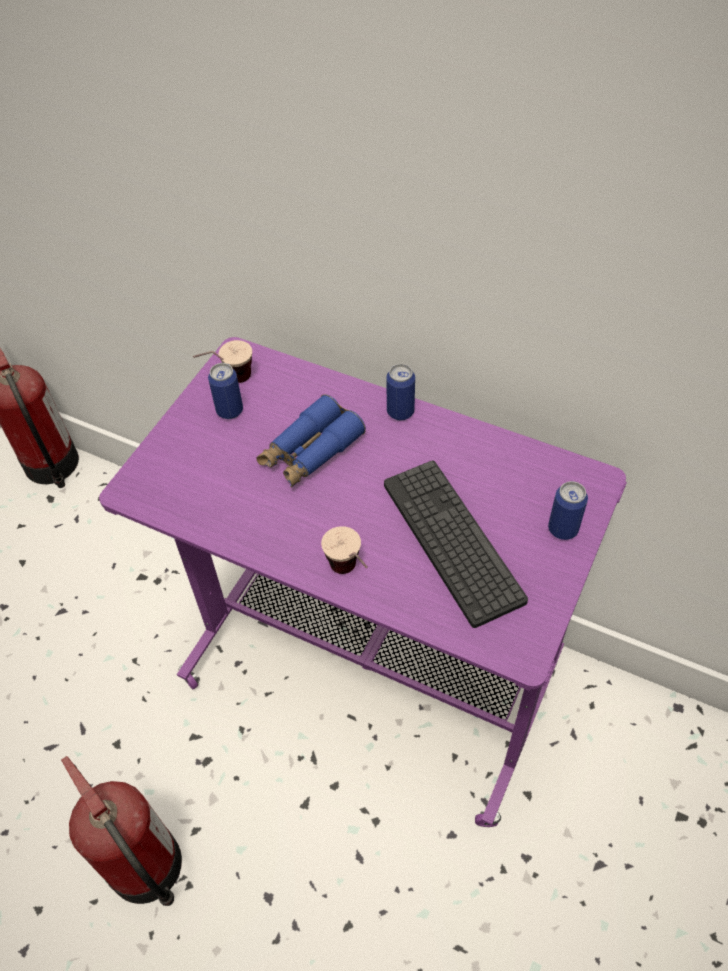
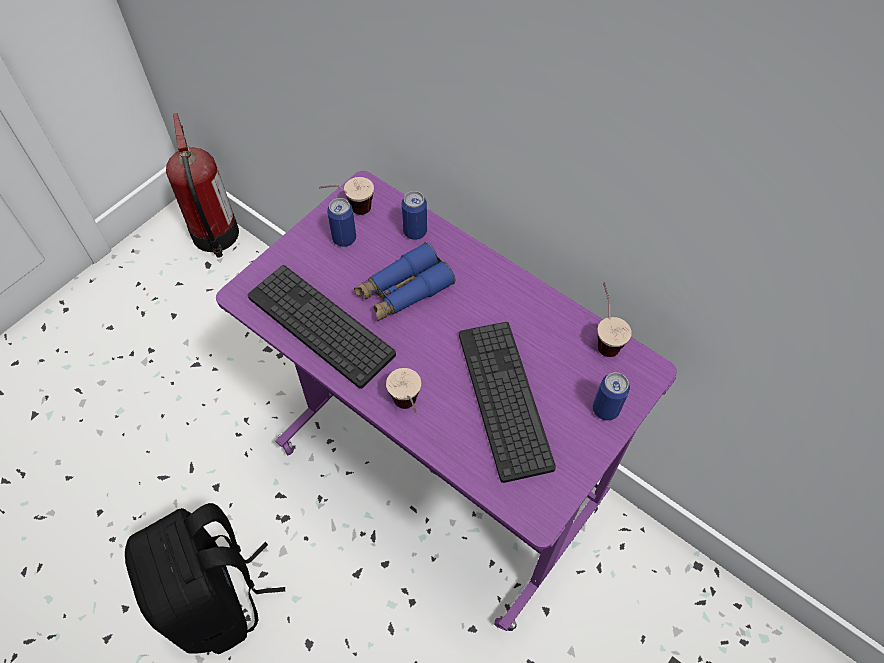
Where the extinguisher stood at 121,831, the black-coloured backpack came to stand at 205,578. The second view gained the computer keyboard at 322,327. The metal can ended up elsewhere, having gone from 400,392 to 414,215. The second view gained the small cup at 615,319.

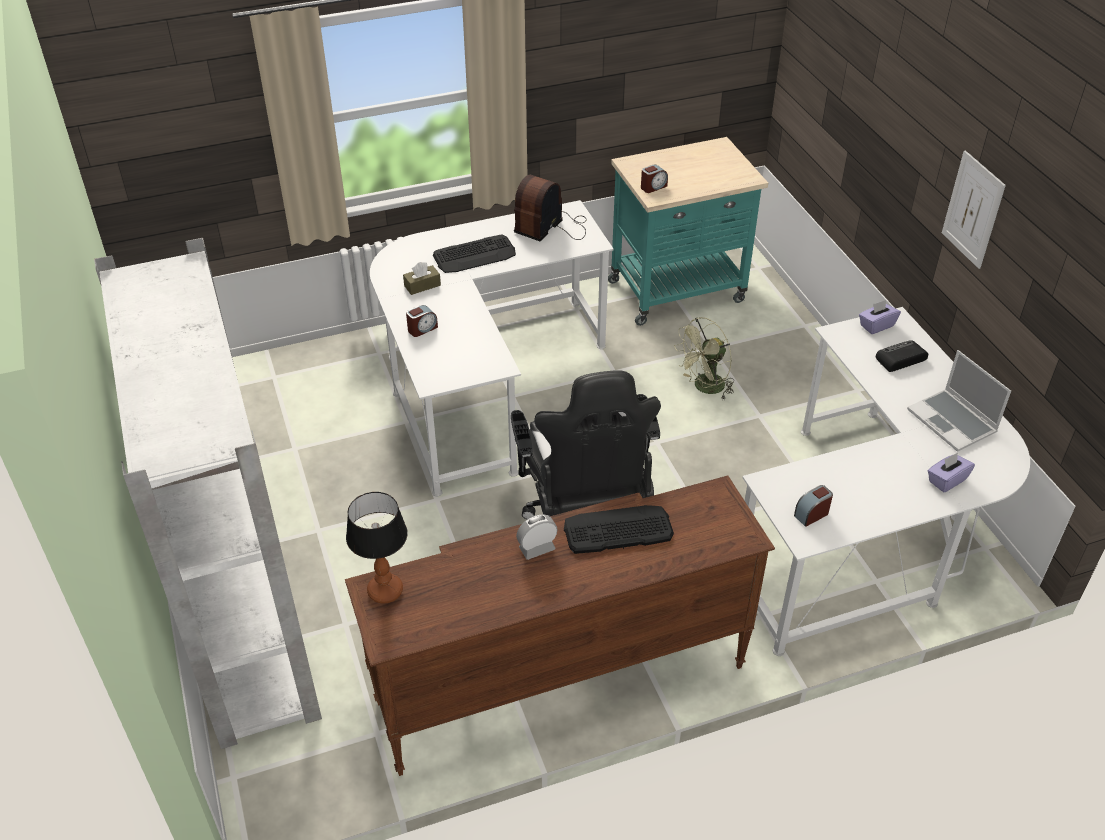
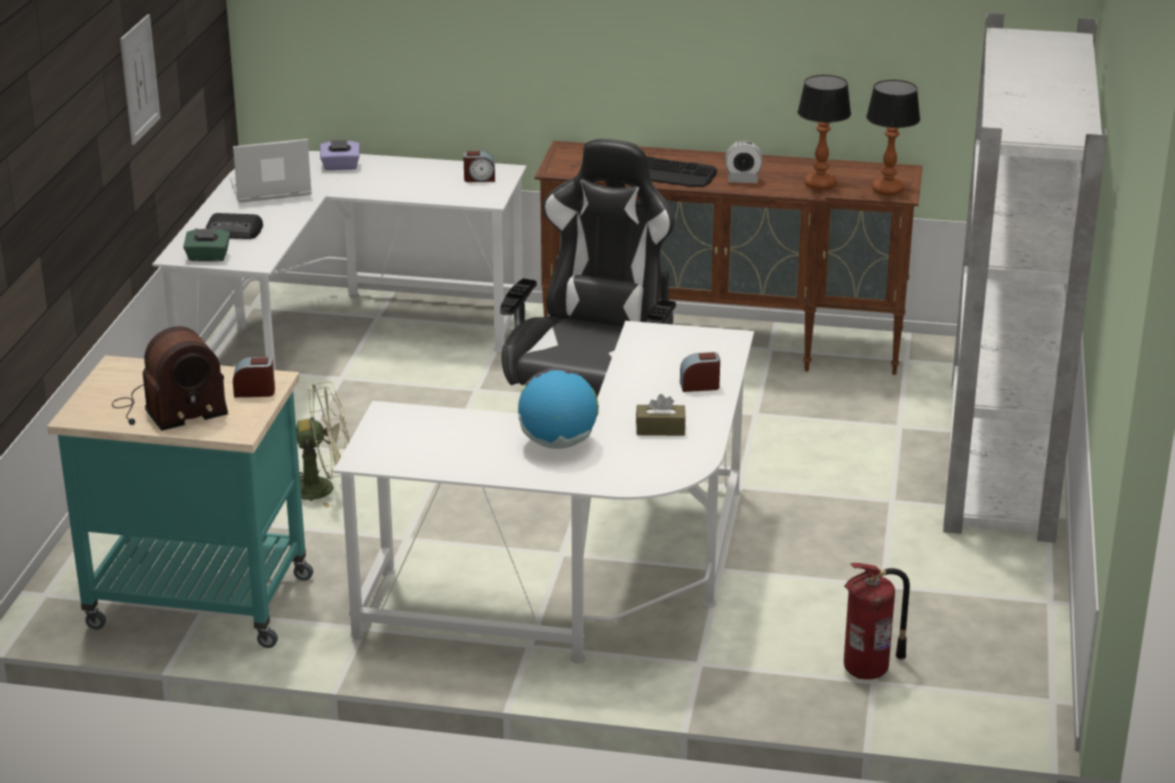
The radio ended up elsewhere, having gone from 550,208 to 170,378. What was the purple-coloured tissue box at 880,317 turned into the greenish tissue box at 206,244. The laptop at 959,401 ended up facing another way, 105 degrees counterclockwise from before. Where the computer keyboard stood at 474,253, the world globe came to stand at 558,408. The second view gained the table lamp at 824,132. The second view gained the extinguisher at 877,621.

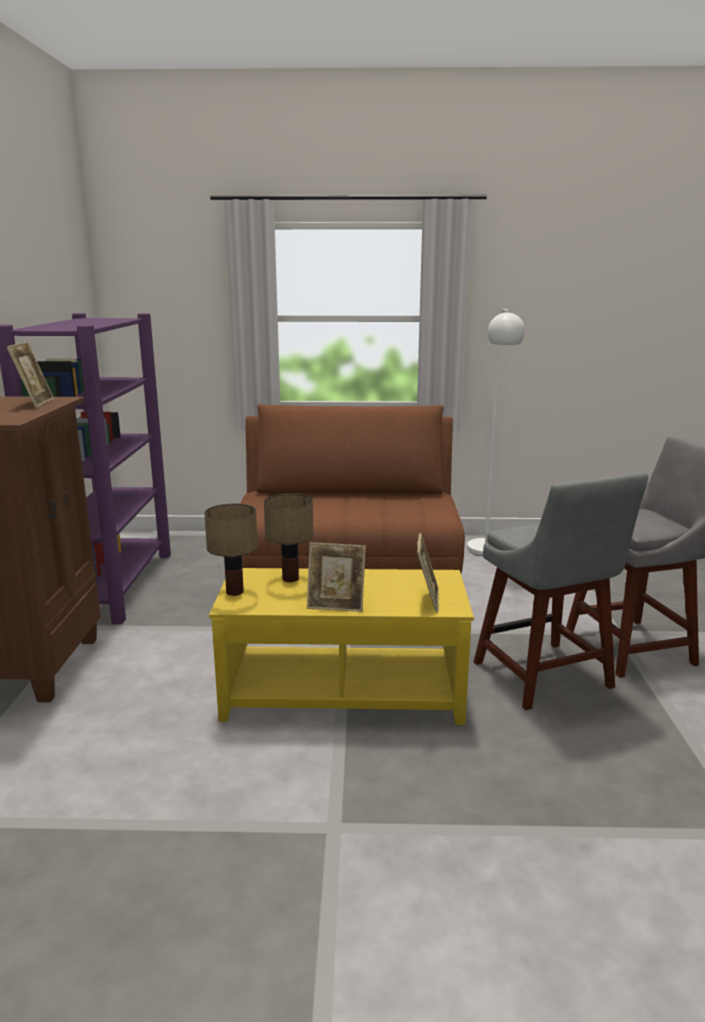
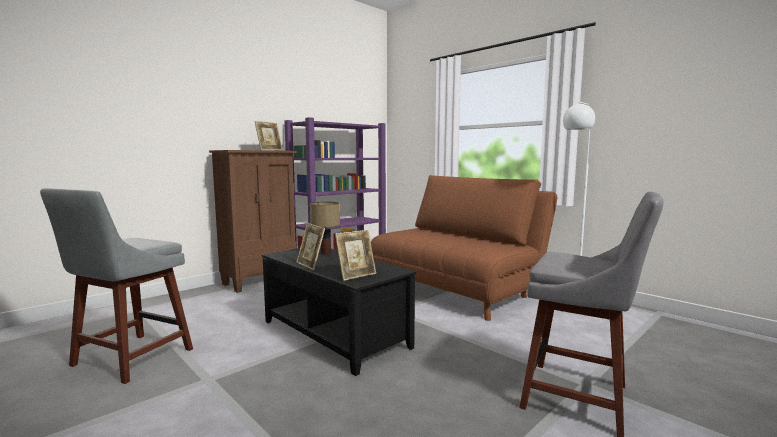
The greyish upright chair ended up elsewhere, having gone from 561,591 to 116,286. What was the yellow low table at 341,646 turned into the black-coloured low table at 339,311. The second view lost the table lamp at 231,550.

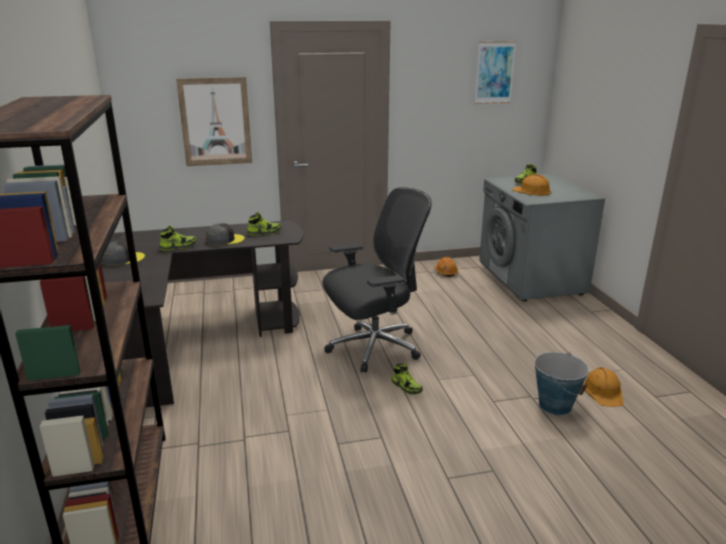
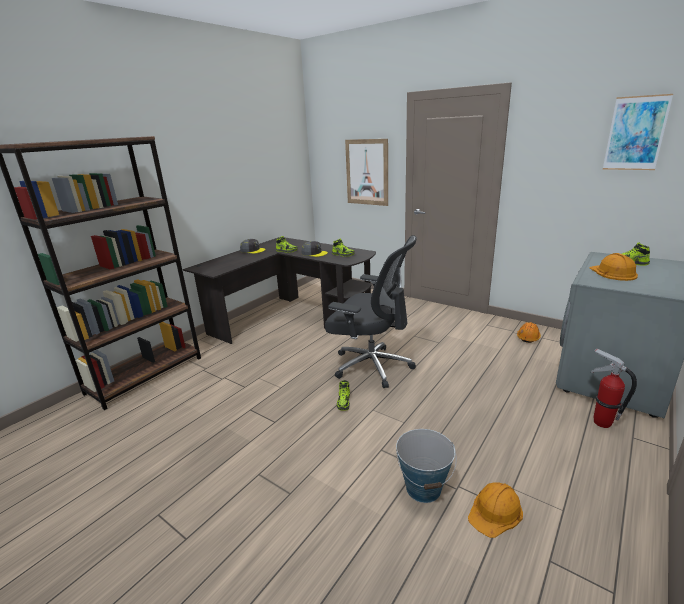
The second view gained the extinguisher at 614,388.

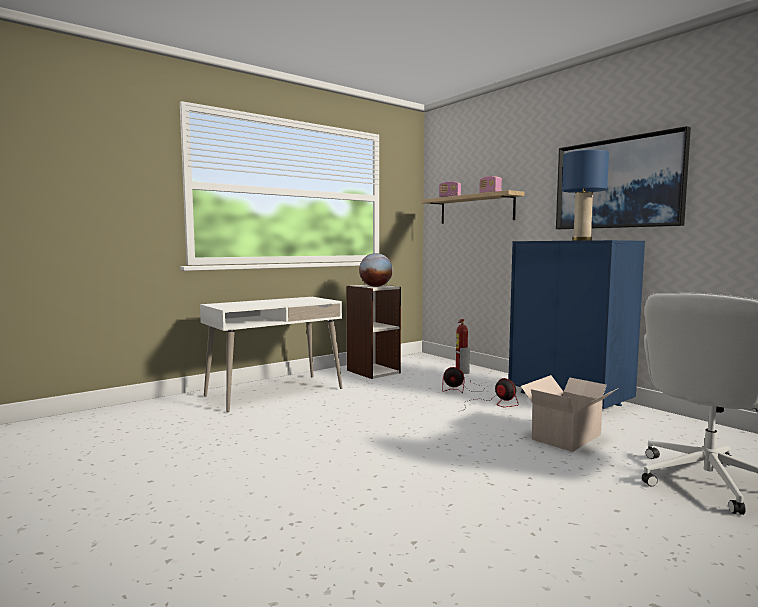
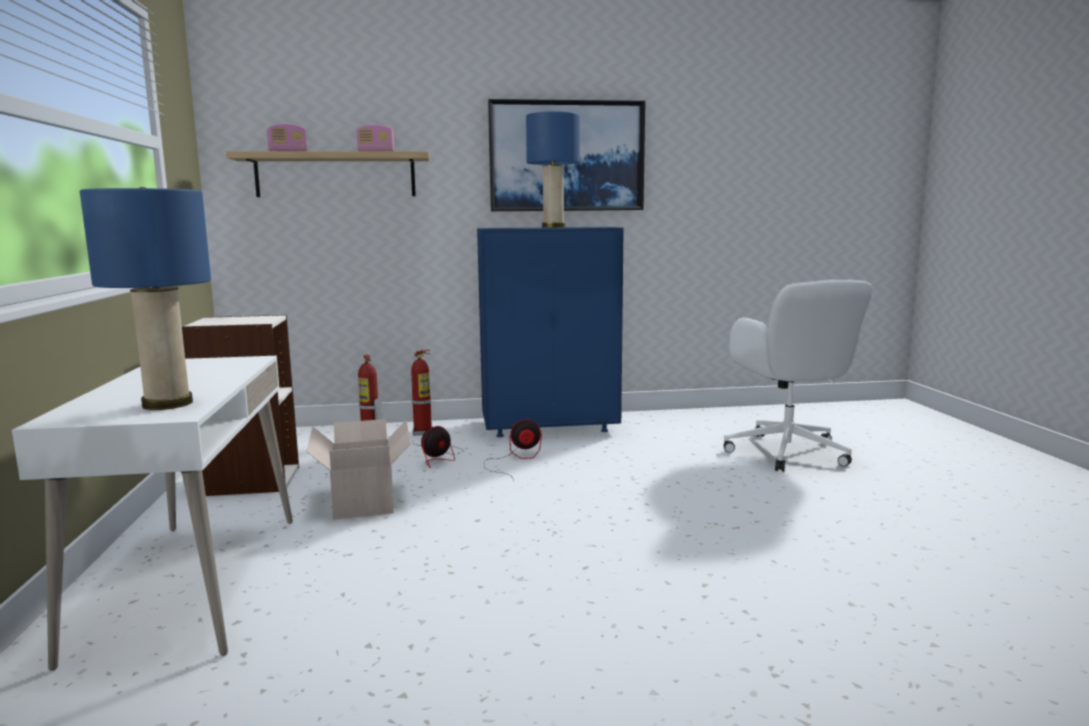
The second view gained the blue table lamp at 145,298. The cardboard box ended up elsewhere, having gone from 569,413 to 358,469. The second view gained the extinguisher at 422,393. The second view lost the world globe at 376,270.

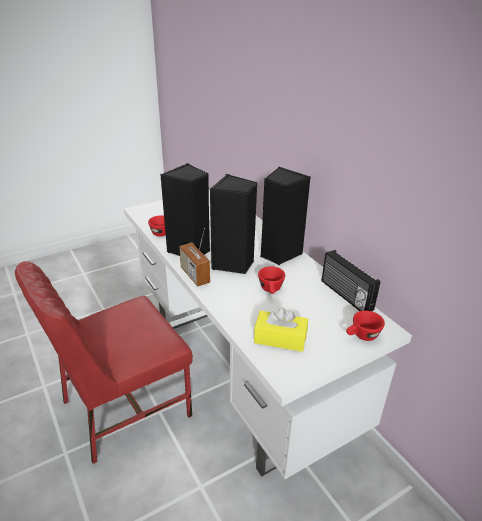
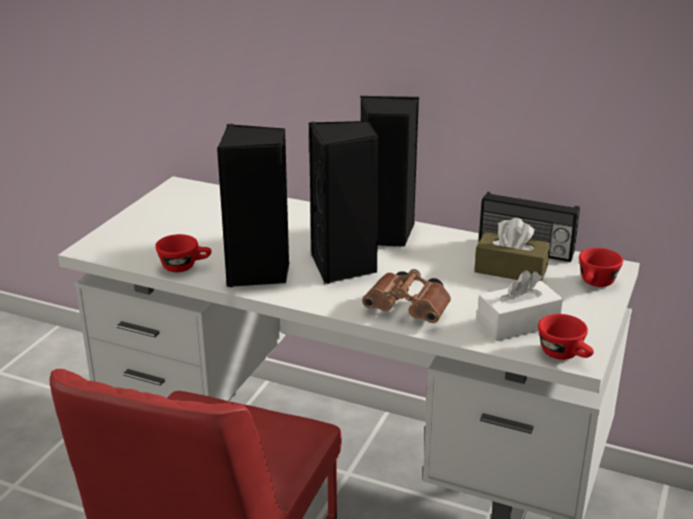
The second view gained the brown field glasses at 406,296. The second view gained the brown tissue box at 512,249. What was the yellow tissue box at 281,329 turned into the whitish tissue box at 520,305. The red small cup ended up elsewhere, having gone from 271,280 to 566,337. The second view lost the radio at 194,257.

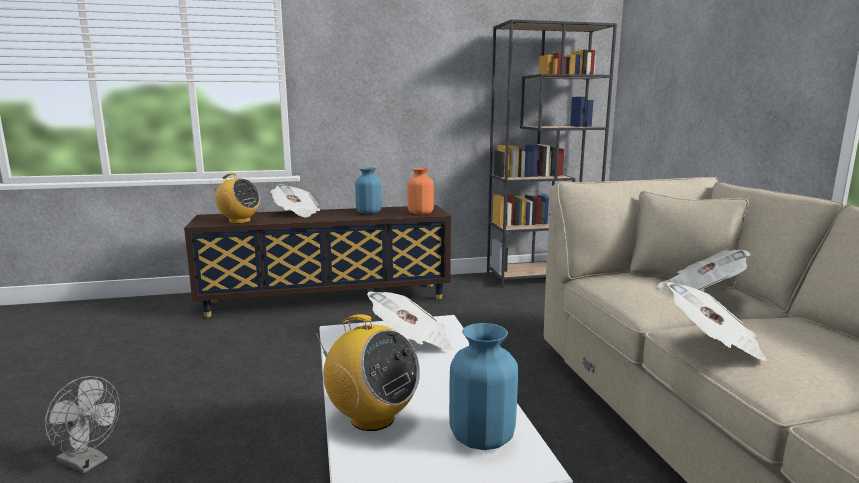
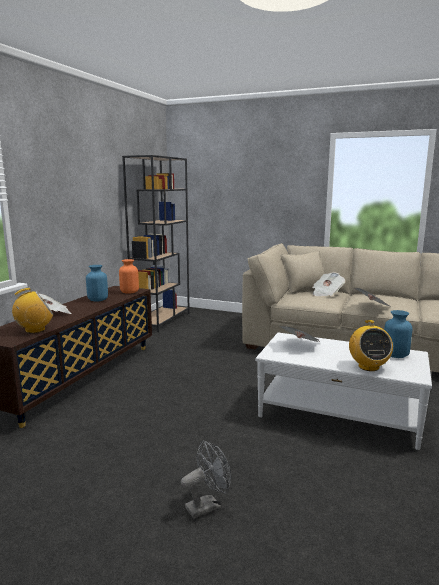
The radio at 368,372 ended up facing another way, 105 degrees clockwise from before.

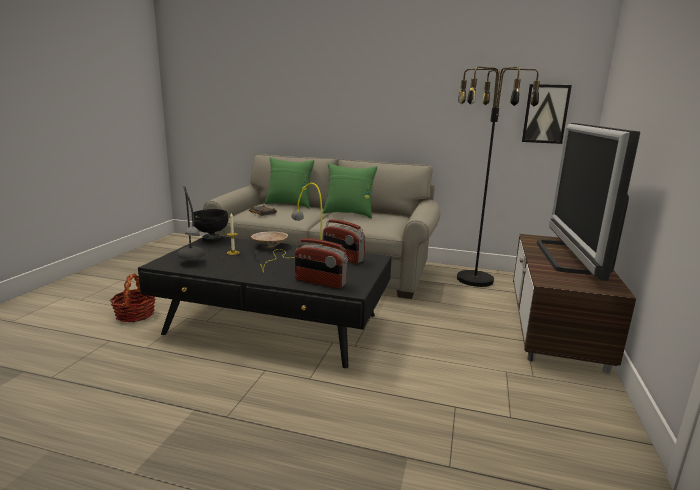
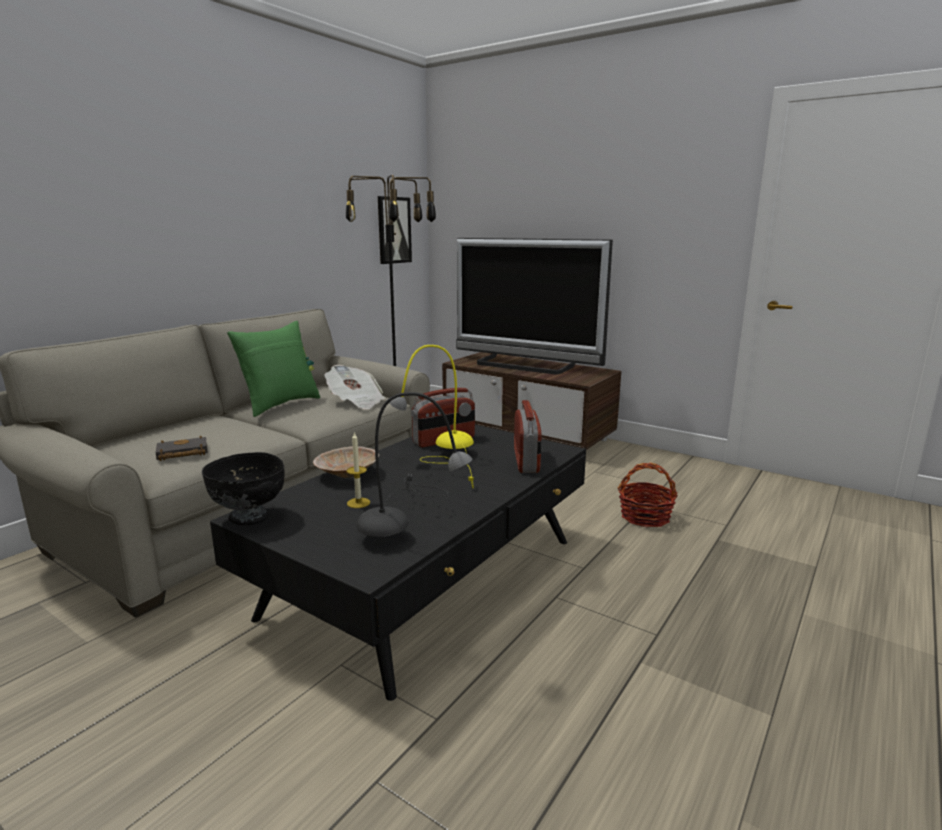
The second view gained the printed paper at 354,387. The radio at 321,263 ended up facing another way, 45 degrees counterclockwise from before. The basket ended up elsewhere, having gone from 133,298 to 648,495. The second view lost the greenish pillow at 289,182.

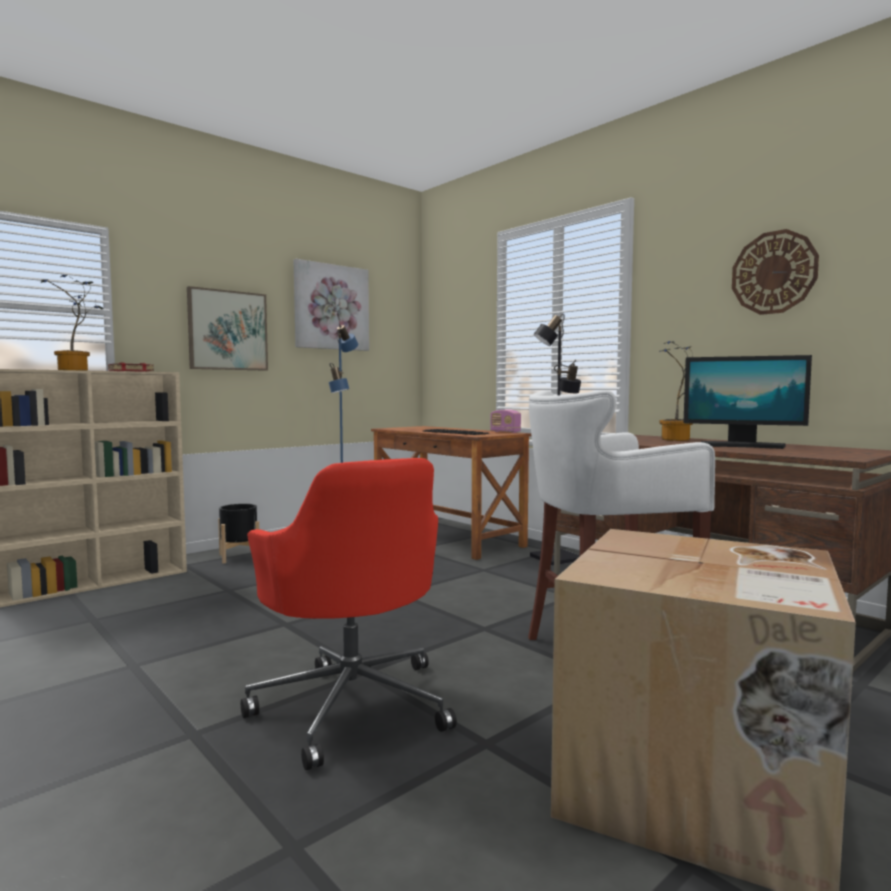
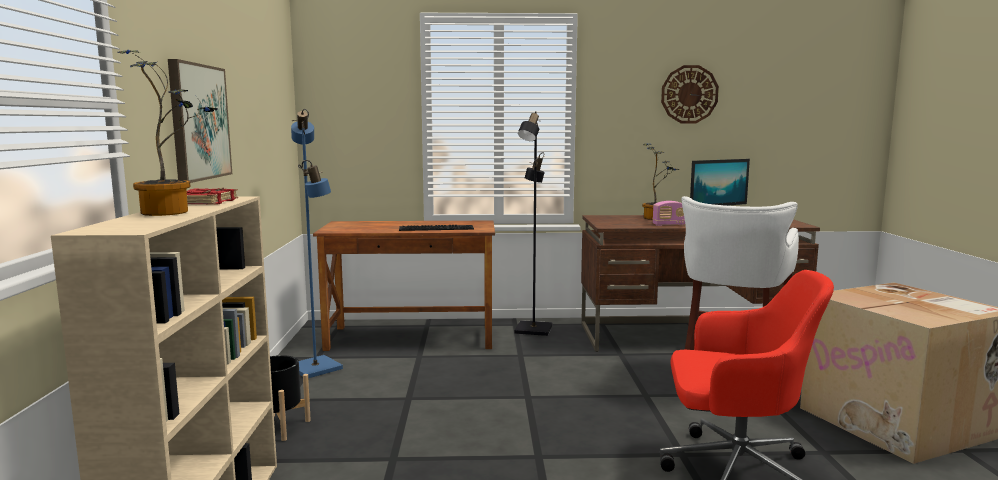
The radio ended up elsewhere, having gone from 505,421 to 669,213. The second view lost the picture at 331,305.

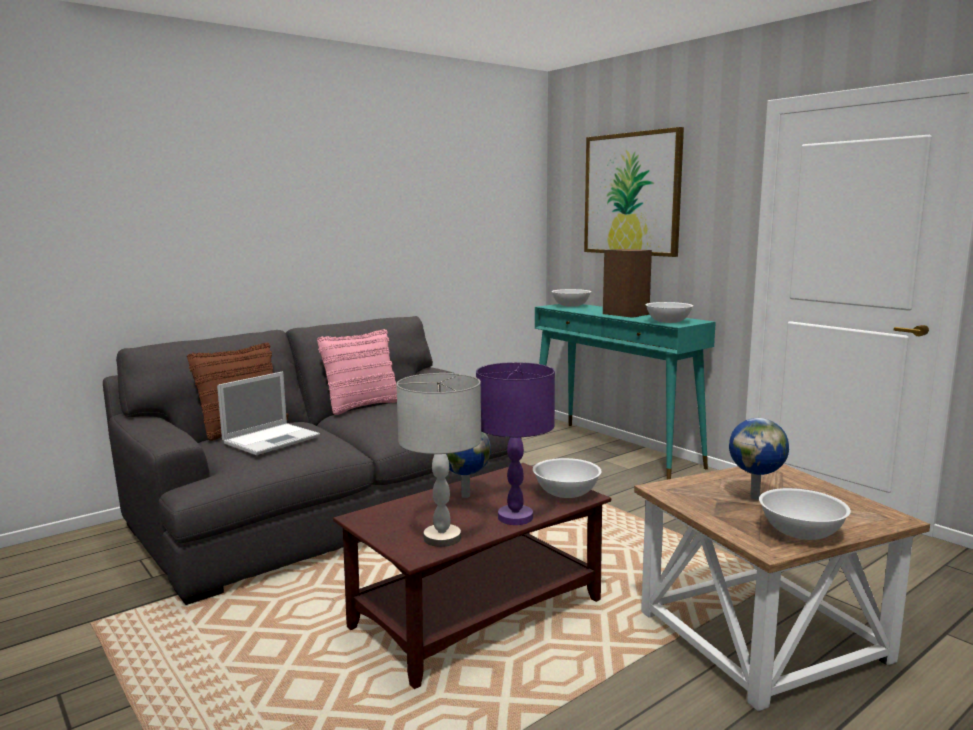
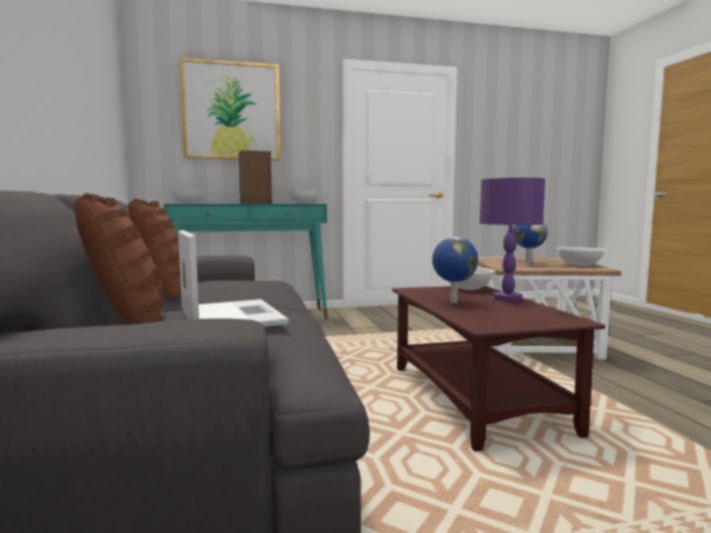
What was the pink pillow at 356,372 turned into the brown pillow at 154,248. The second view lost the greyish table lamp at 439,460.

